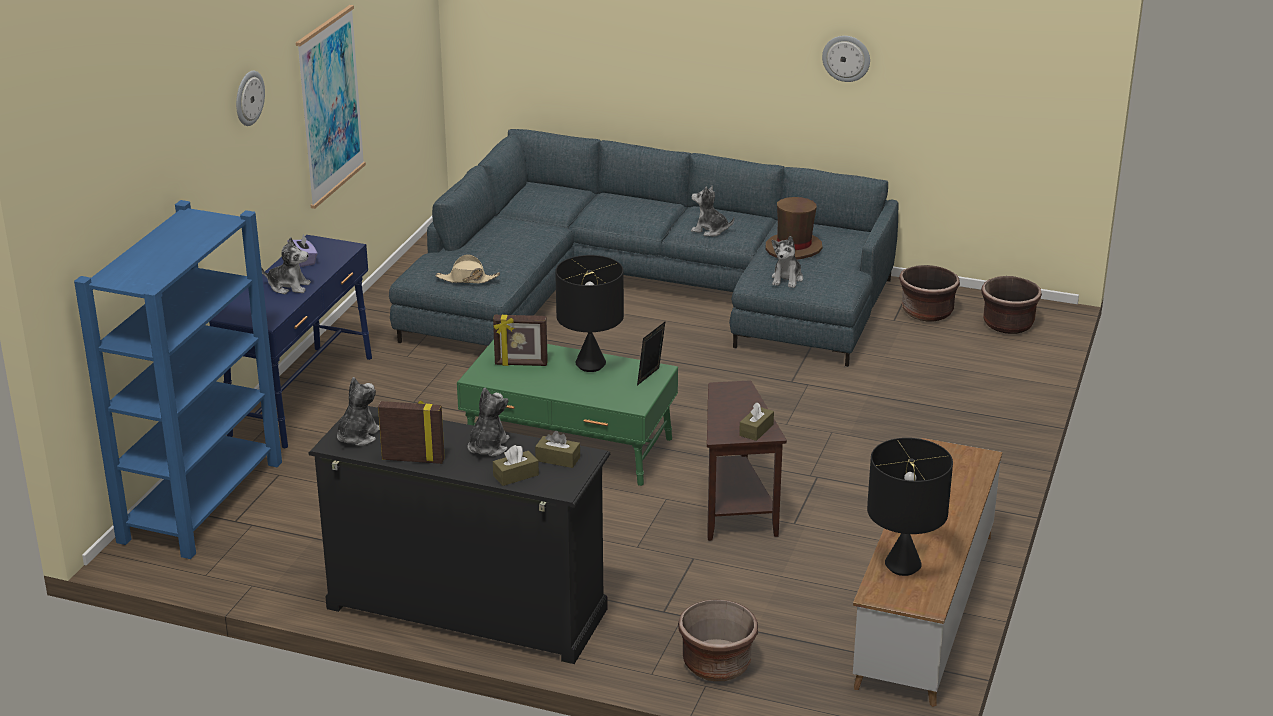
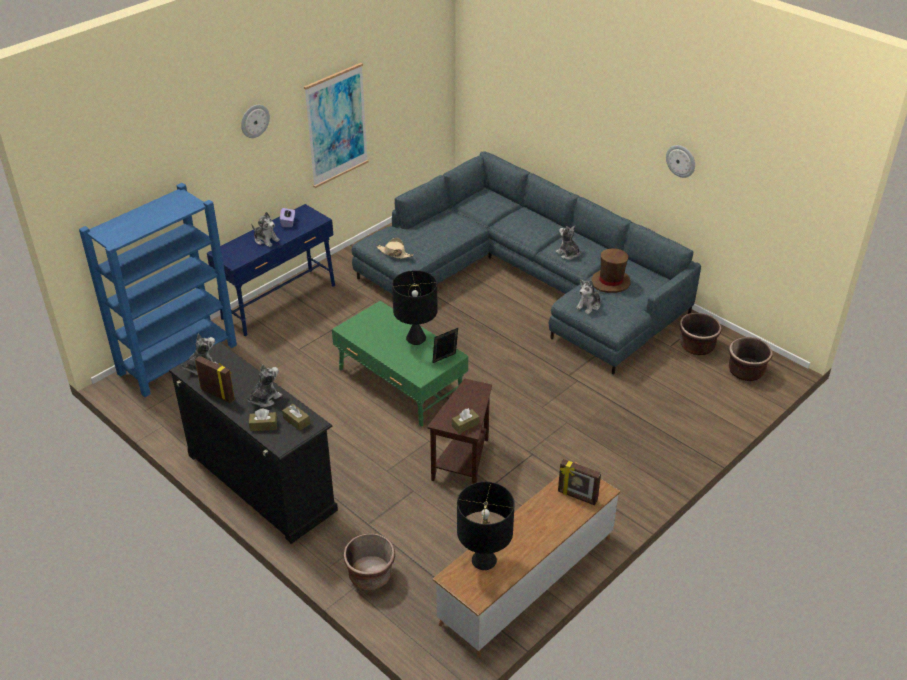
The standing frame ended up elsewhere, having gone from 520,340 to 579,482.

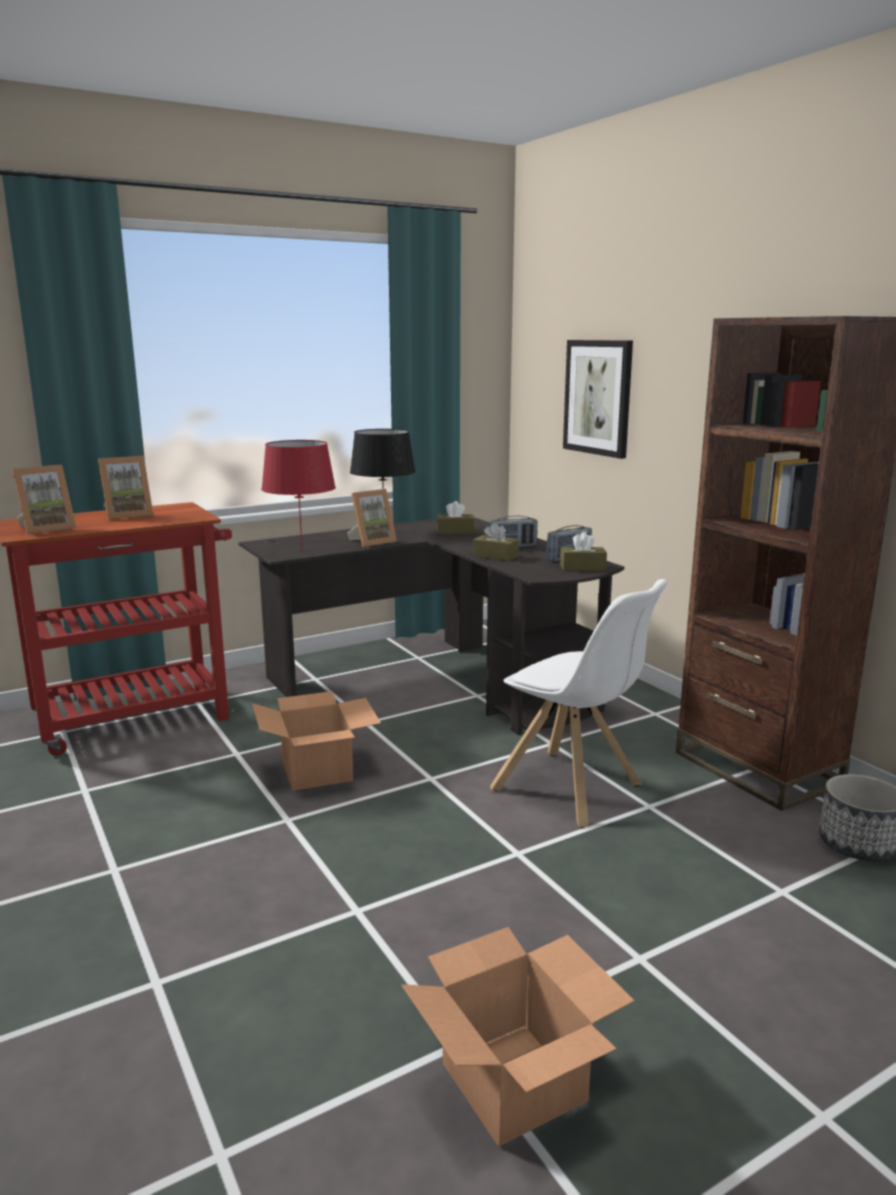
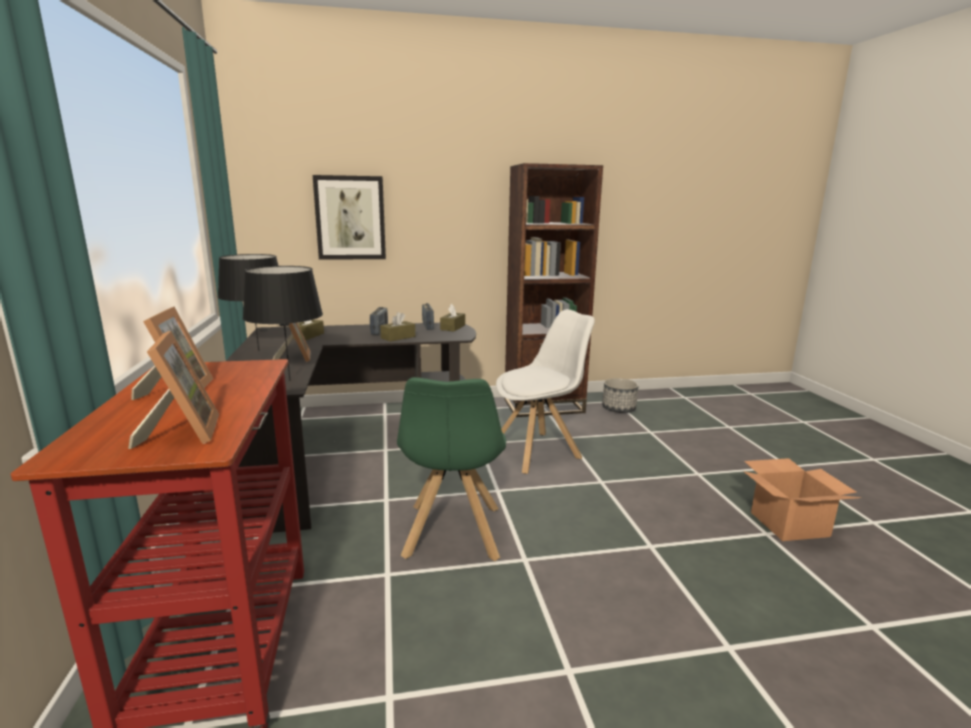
What was the red table lamp at 298,496 turned into the black-coloured table lamp at 282,323. Where the cardboard box stood at 316,741, the greenish upright chair came to stand at 451,469.

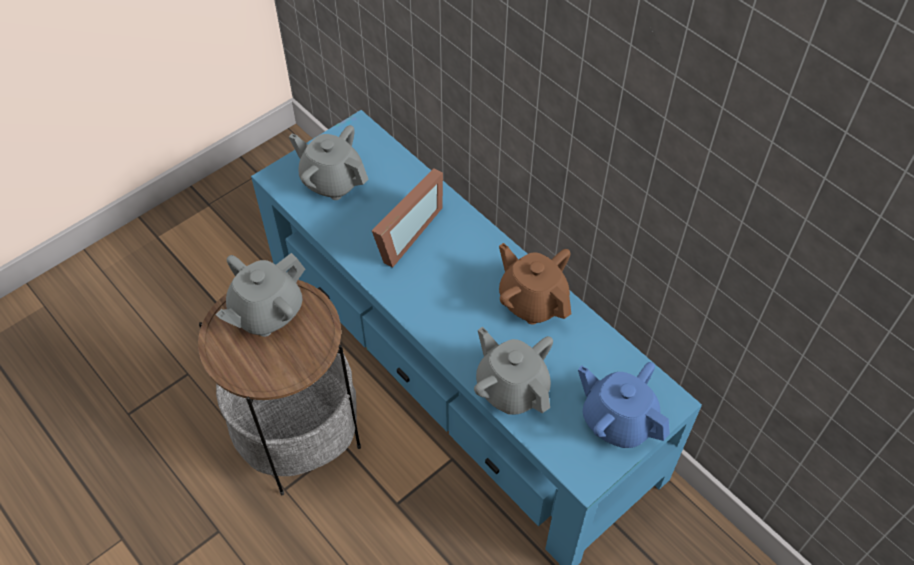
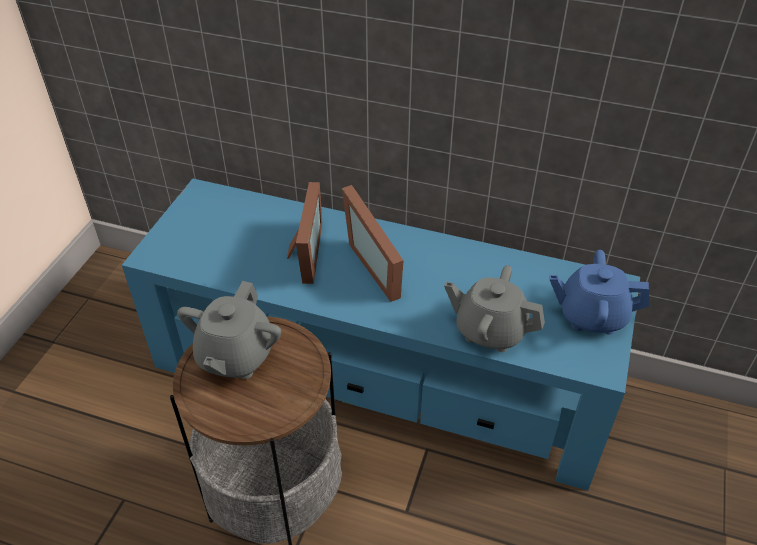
The second view gained the standing frame at 373,243. The second view lost the greyish tea pot at 328,162. The second view lost the brown tea pot at 535,284.

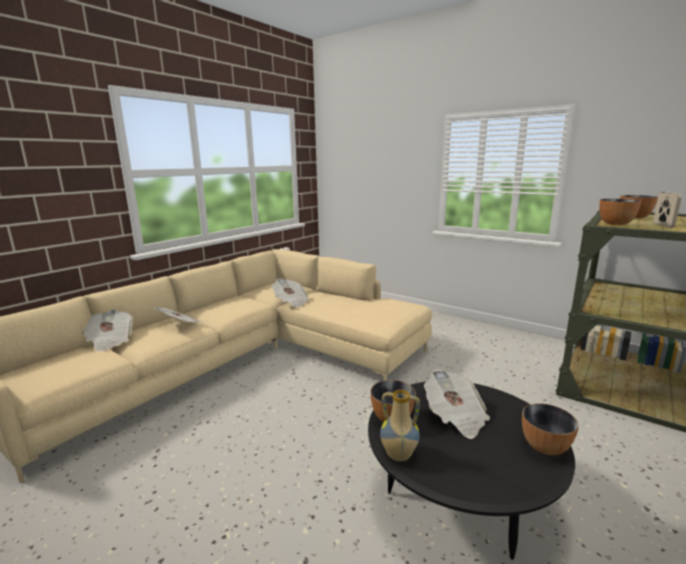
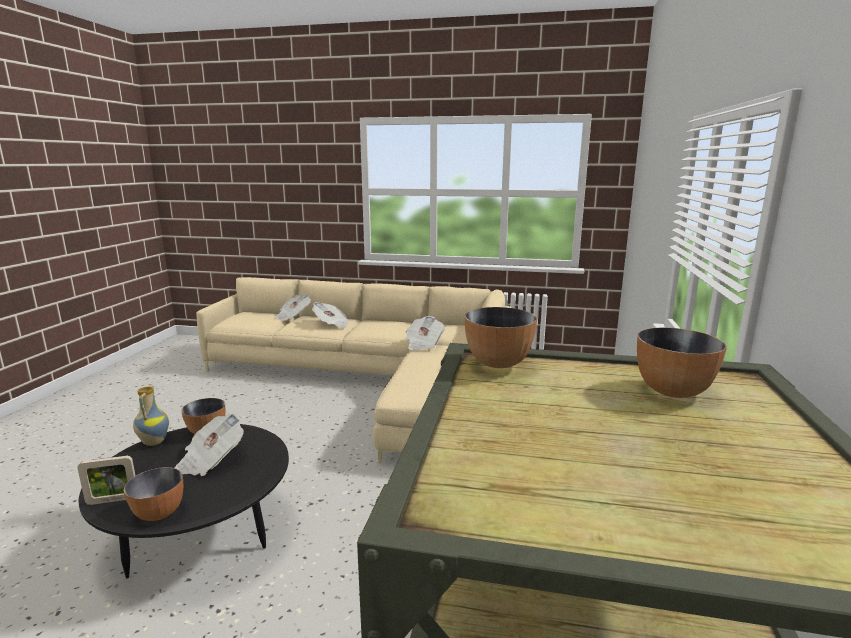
The standing frame ended up elsewhere, having gone from 667,210 to 106,480.

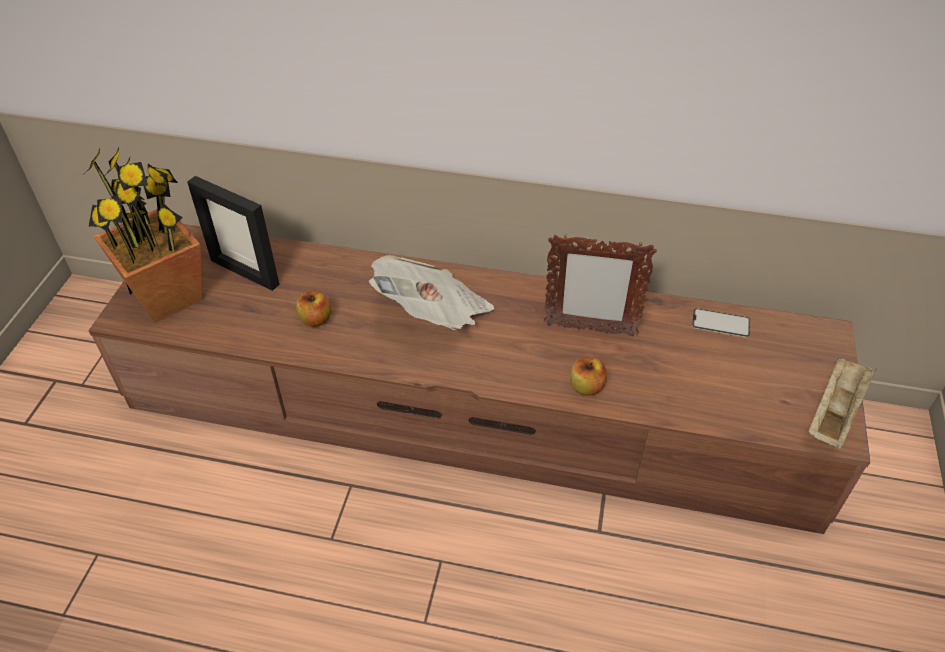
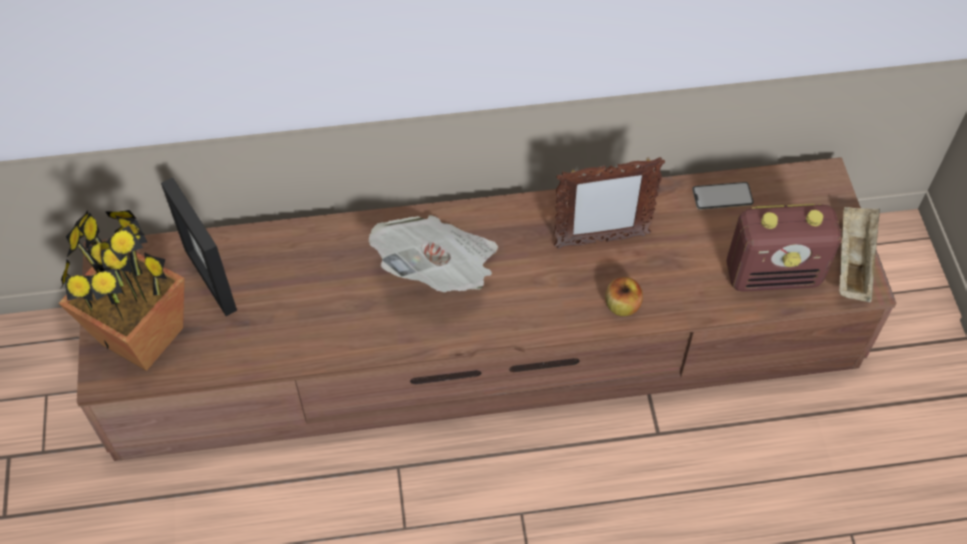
The standing frame at 233,233 ended up facing another way, 45 degrees clockwise from before. The second view gained the radio at 783,248. The second view lost the apple fruit at 313,308.

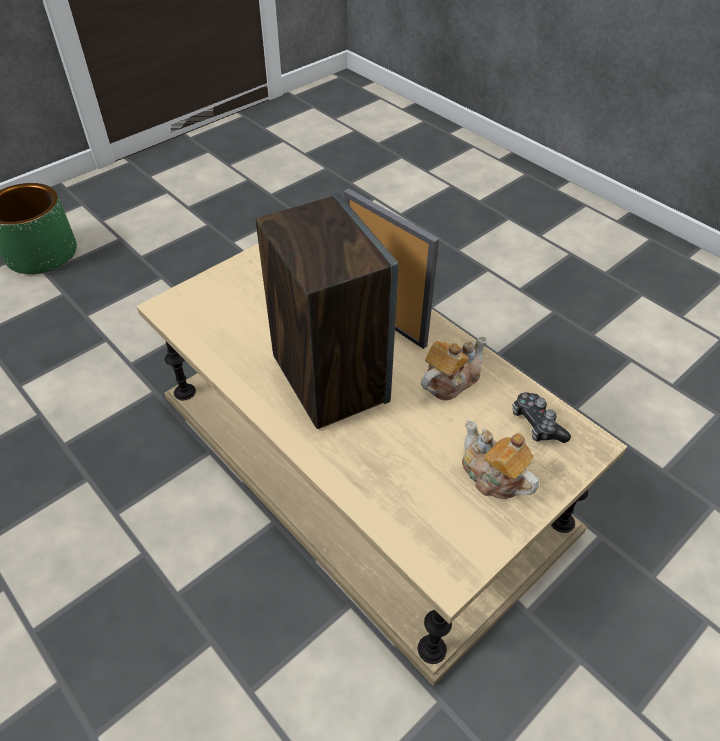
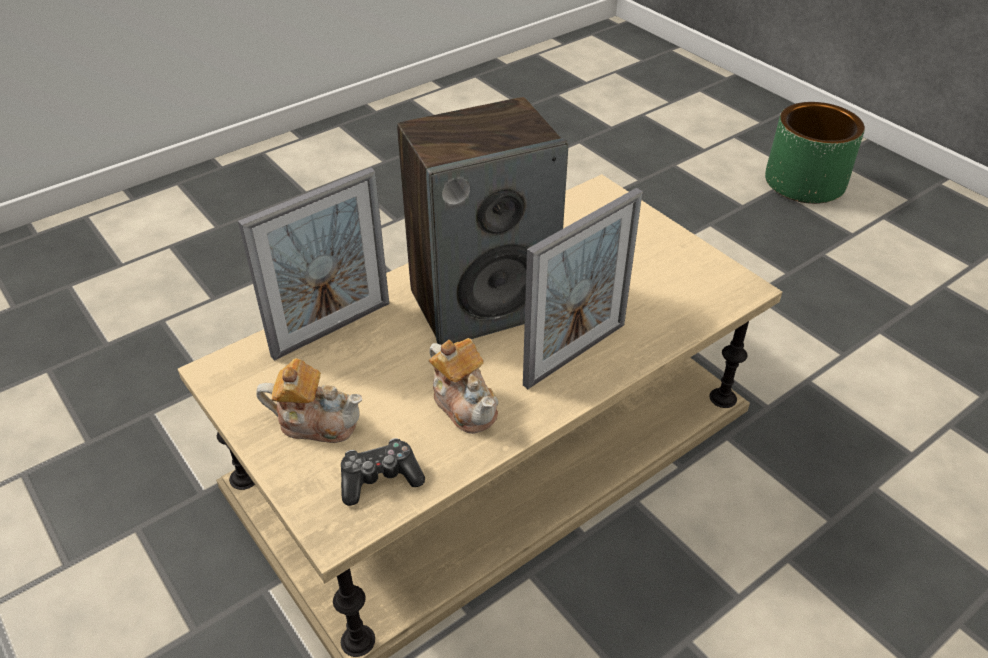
The second view gained the standing frame at 313,264. The tea pot at 500,459 ended up facing another way, 45 degrees clockwise from before.

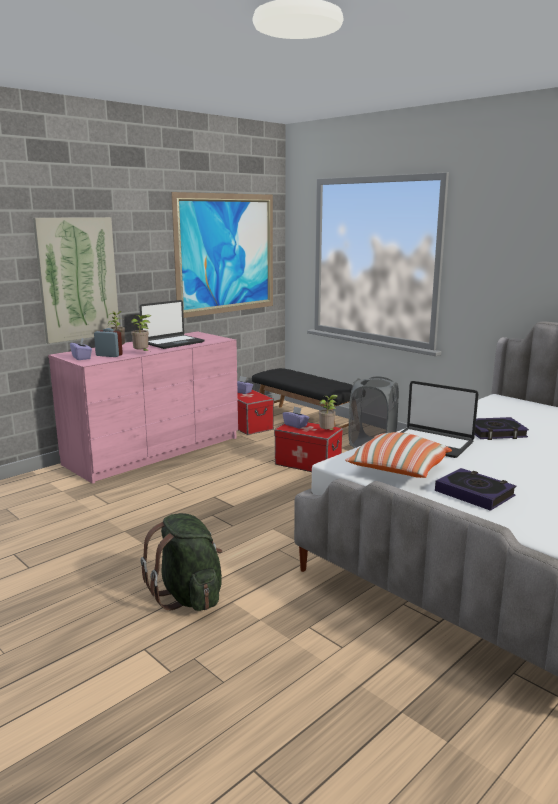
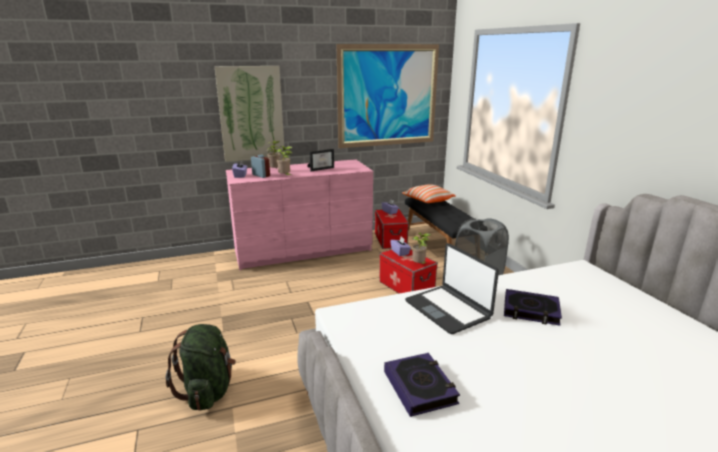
Where the laptop stood at 172,324, the standing frame came to stand at 321,160. The pillow ended up elsewhere, having gone from 398,455 to 429,193.

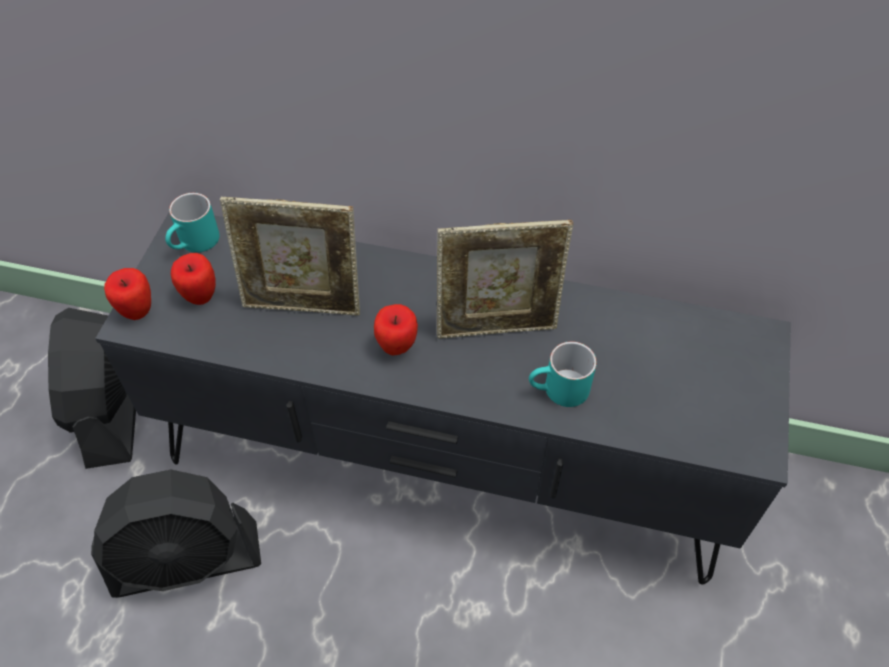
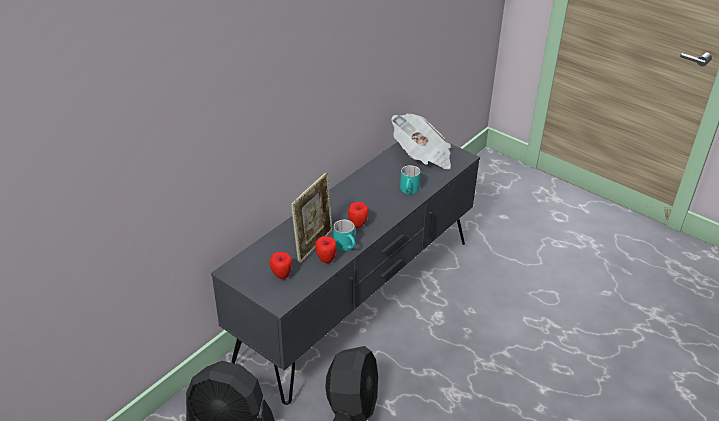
The apple fruit ended up elsewhere, having gone from 127,294 to 326,249. The blue-green coffee mug ended up elsewhere, having gone from 192,223 to 344,235. The second view gained the printed paper at 421,142. The second view lost the standing frame at 505,279.

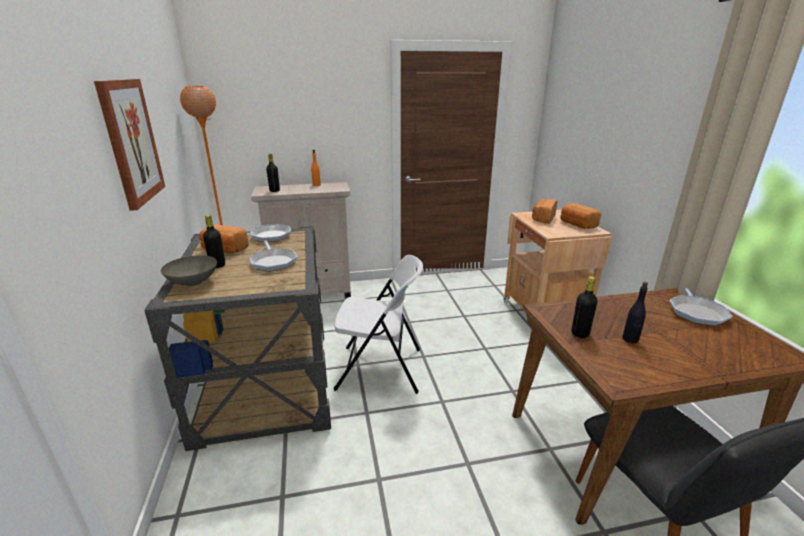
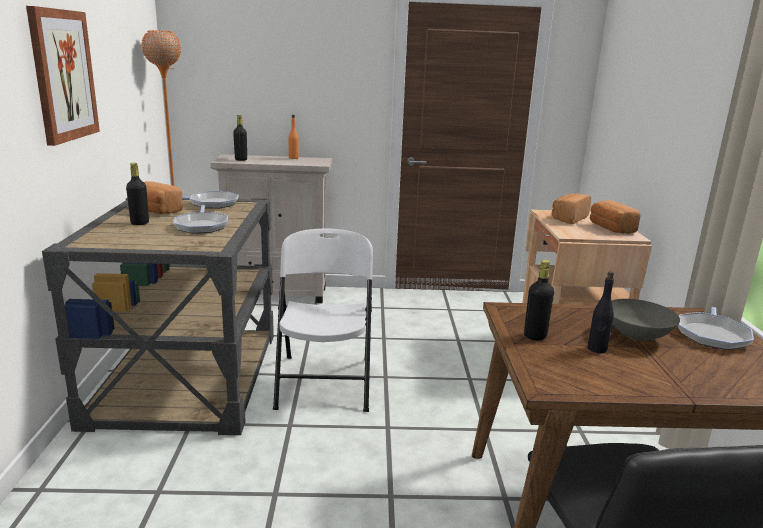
The whitish upright chair at 378,324 ended up facing another way, 105 degrees counterclockwise from before. The greyish serving bowl ended up elsewhere, having gone from 189,270 to 645,320.

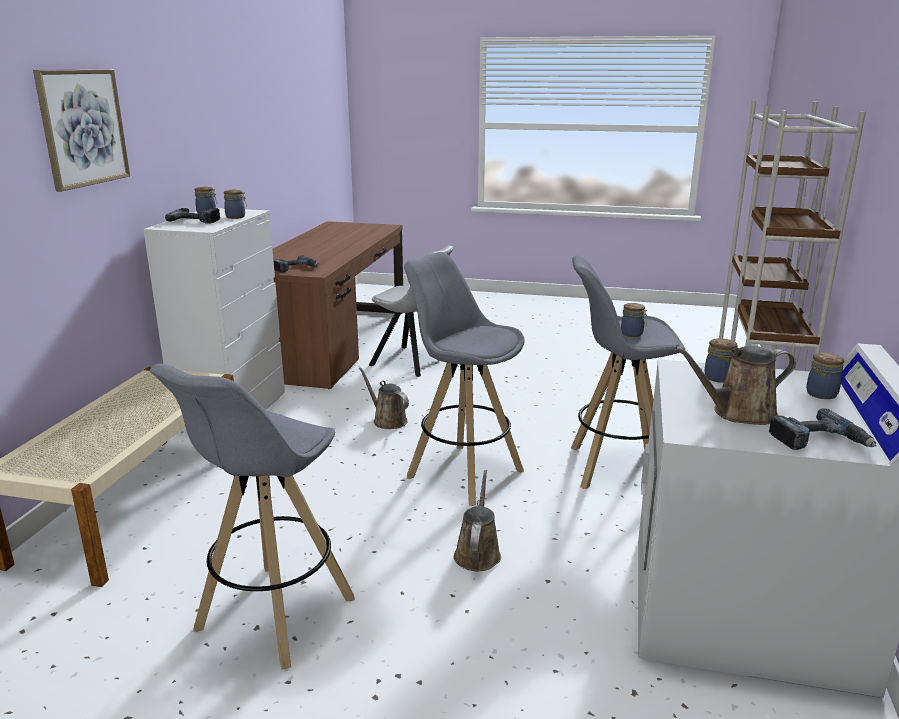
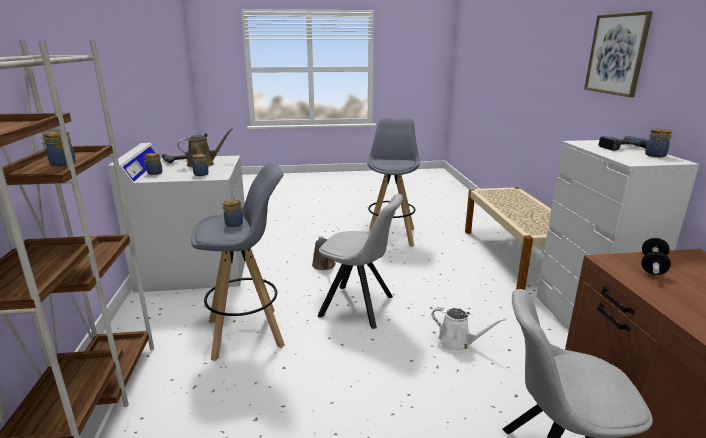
The storage jar ended up elsewhere, having gone from 235,204 to 58,148. Where the greyish stool seat stood at 464,379, the greyish upright chair came to stand at 360,261. What was the brown watering can at 384,398 turned into the whitish watering can at 468,329. Where the electric drill stood at 296,264, the hand weight came to stand at 656,256.

